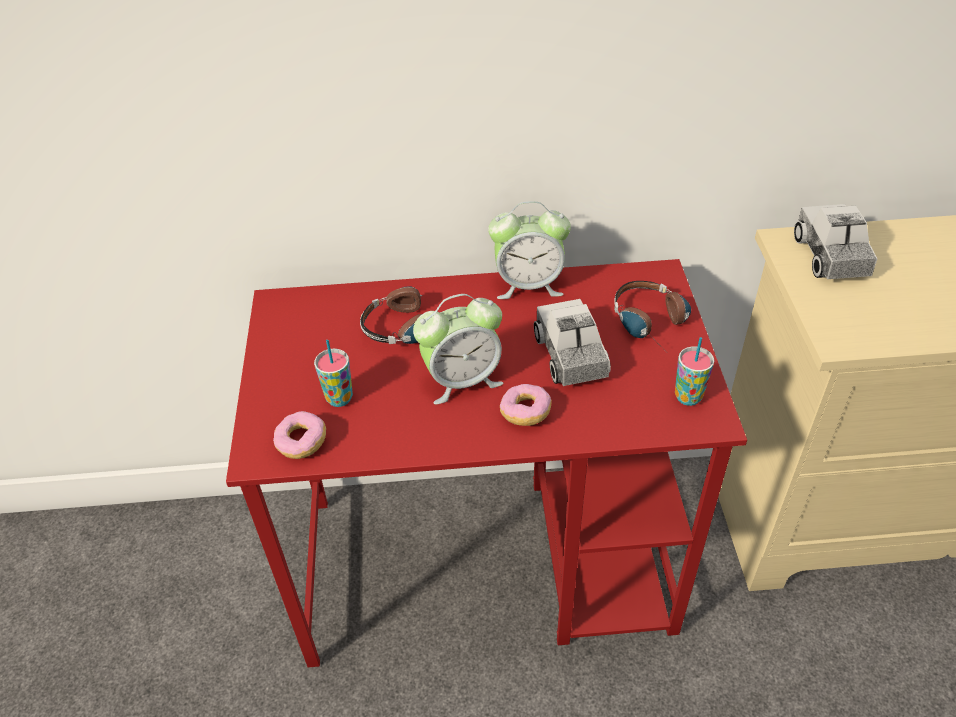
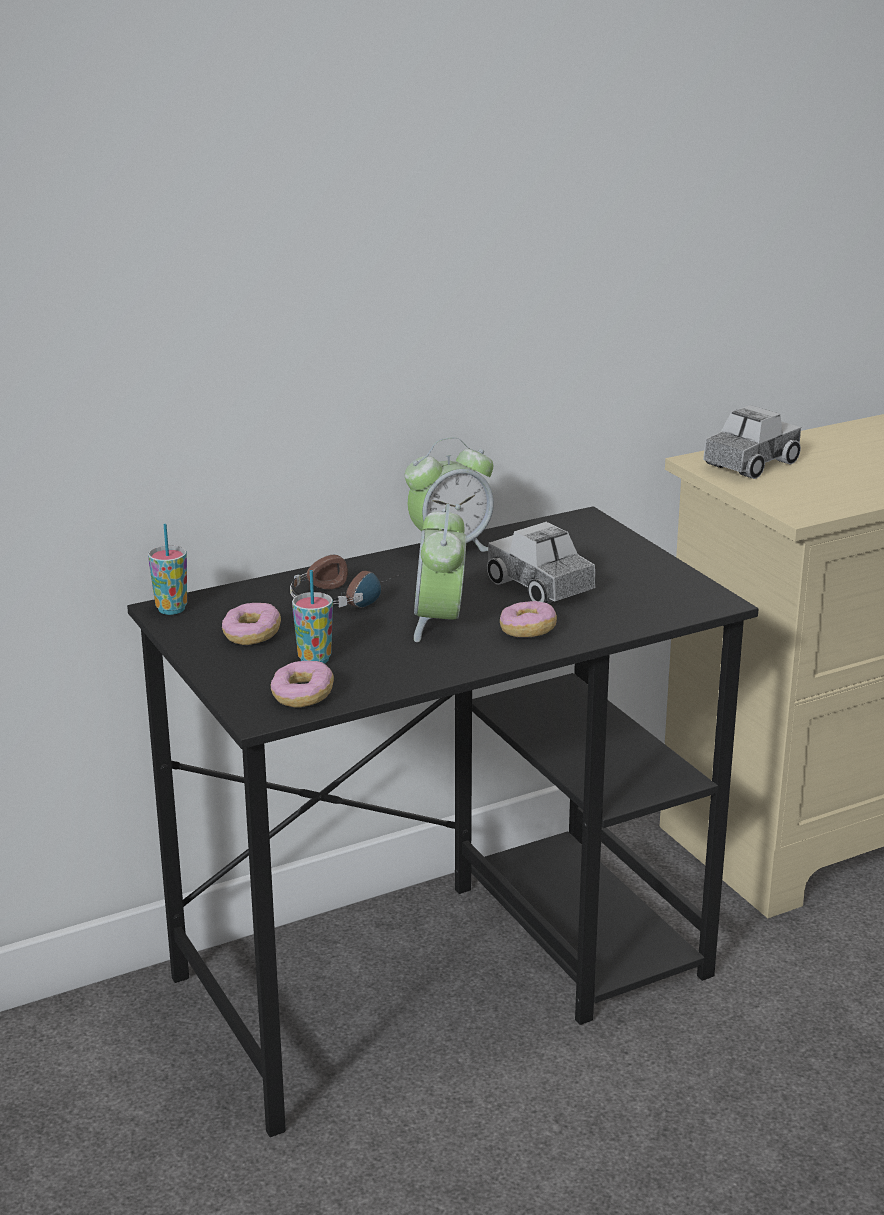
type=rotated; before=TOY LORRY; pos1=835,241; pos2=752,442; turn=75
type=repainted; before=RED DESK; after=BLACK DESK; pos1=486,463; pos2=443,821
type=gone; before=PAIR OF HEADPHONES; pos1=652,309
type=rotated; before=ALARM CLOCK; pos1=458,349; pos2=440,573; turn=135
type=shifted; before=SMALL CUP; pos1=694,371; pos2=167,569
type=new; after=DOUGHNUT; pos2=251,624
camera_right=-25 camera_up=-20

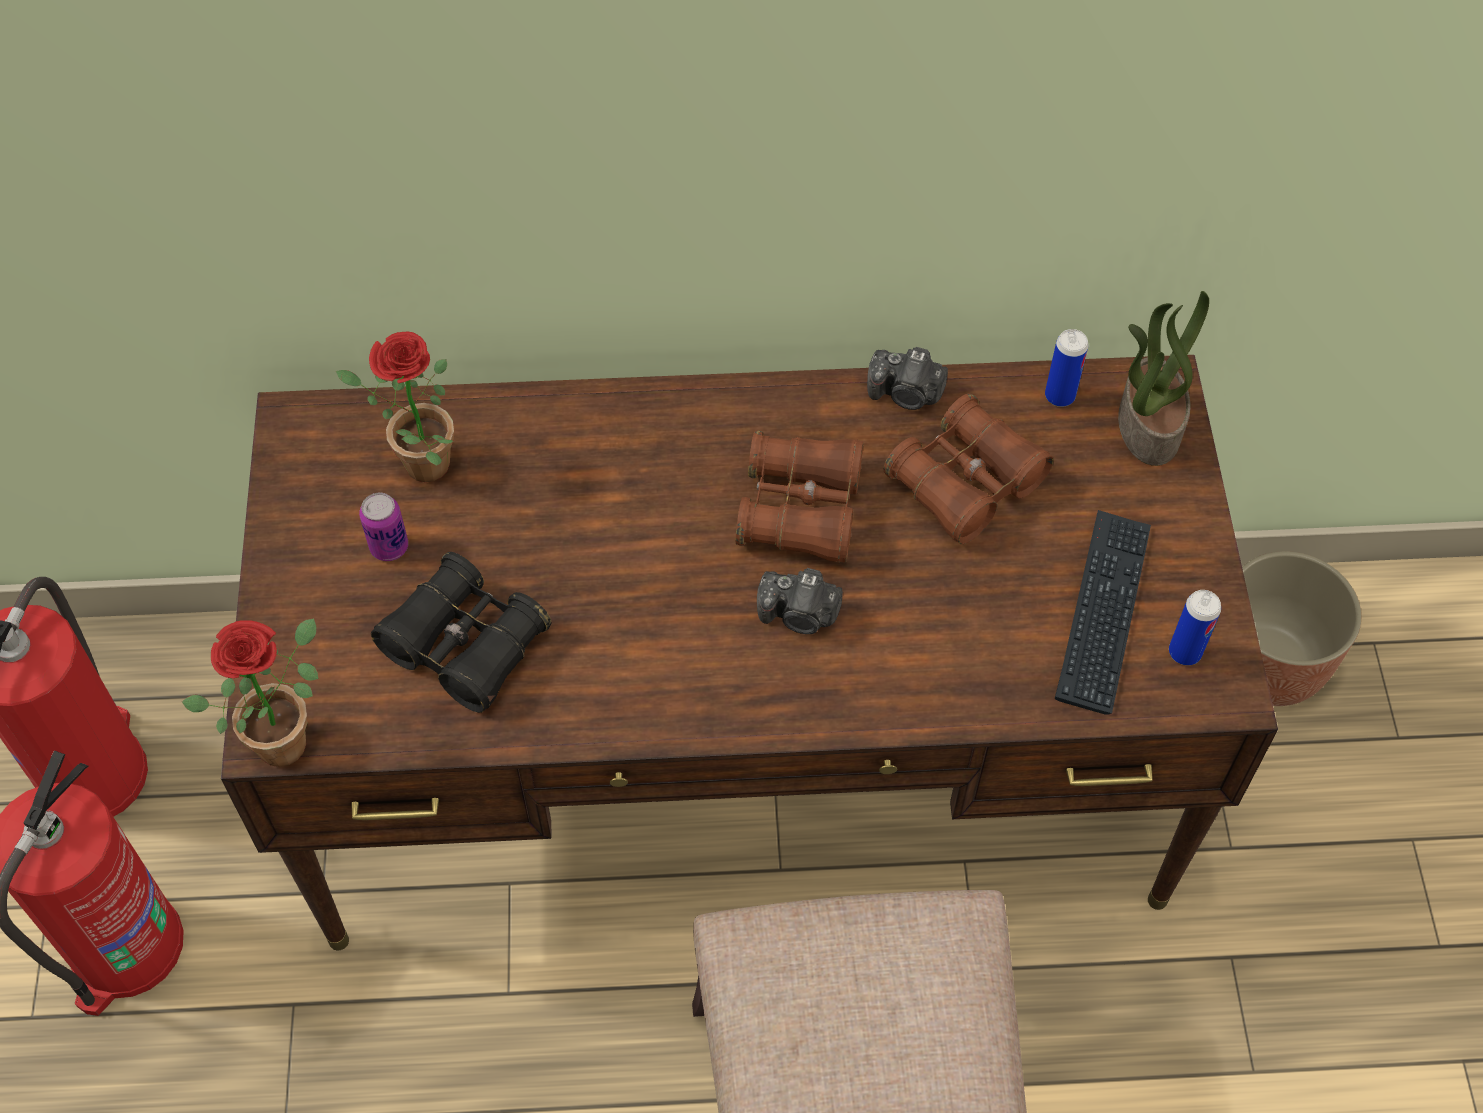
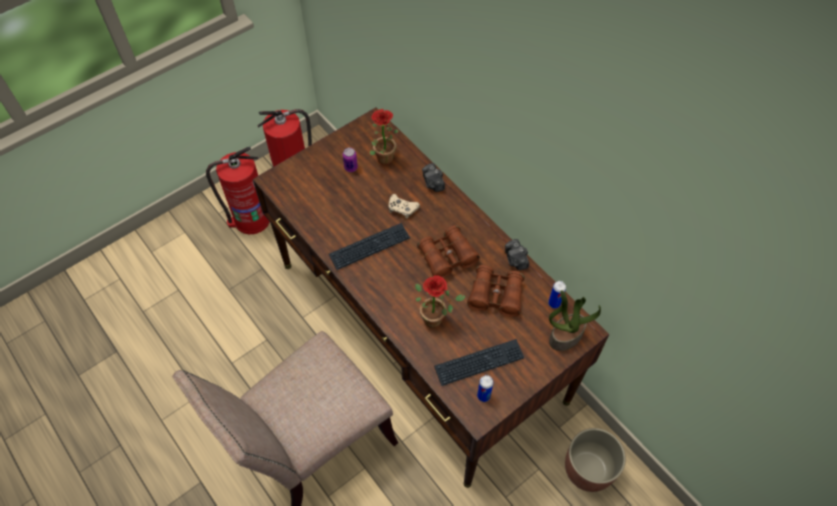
type=gone; before=BLACK FIELD GLASSES; pos1=461,632
type=shifted; before=STILL CAMERA; pos1=800,601; pos2=433,177
type=shifted; before=PLANT IN A POT; pos1=250,692; pos2=440,301
type=new; after=BEIGE-COLOURED JOYPAD; pos2=404,206
type=new; after=PC KEYBOARD; pos2=369,246
camera_right=55 camera_up=0

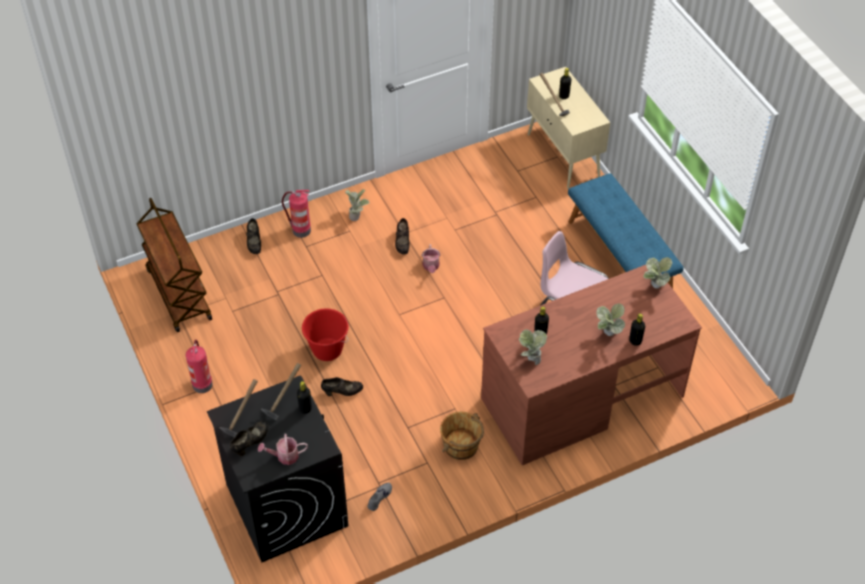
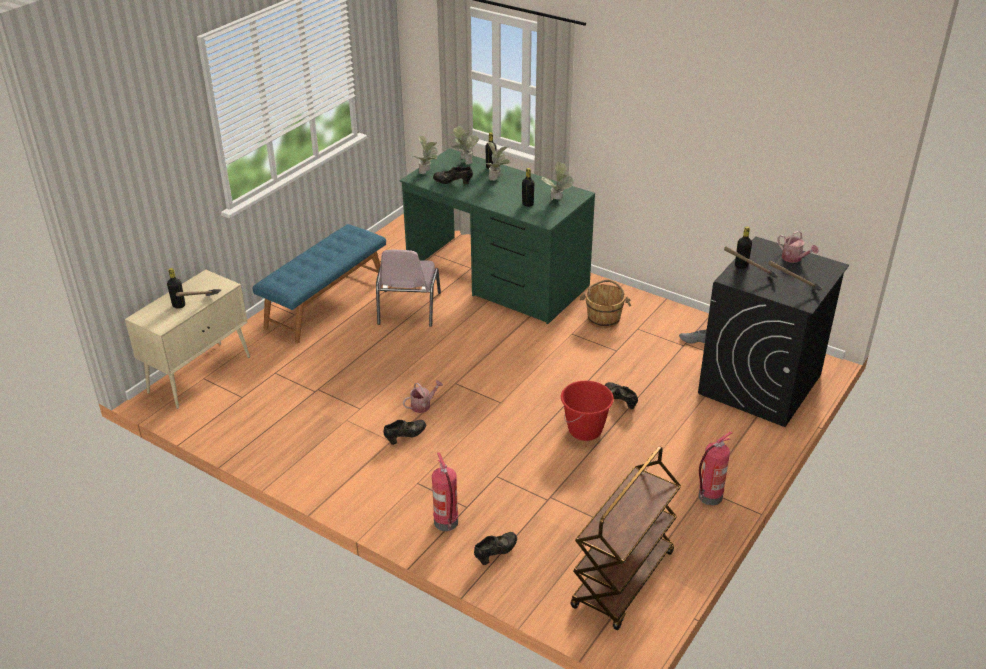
type=shifted; before=PLANT IN A POT; pos1=357,205; pos2=465,145
type=repainted; before=BROWN-COLOURED DESK; after=GREEN DESK; pos1=591,365; pos2=497,236
type=shifted; before=BLACK LOW SHOE; pos1=249,438; pos2=453,175
camera_right=-120 camera_up=-15

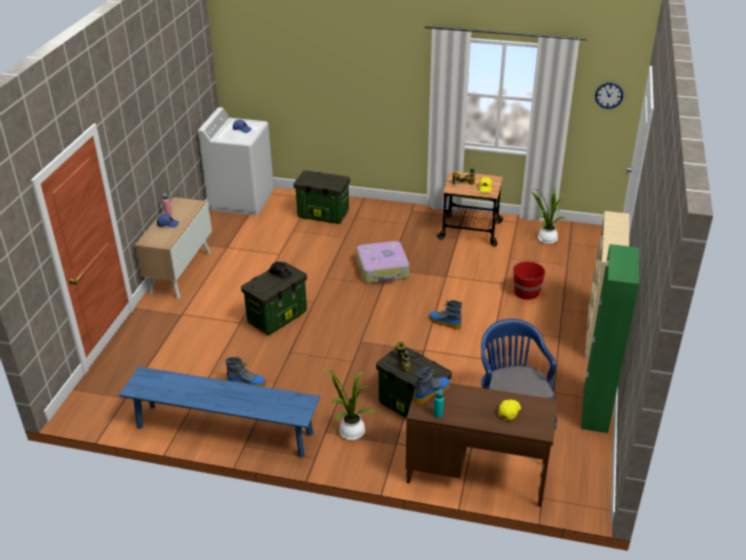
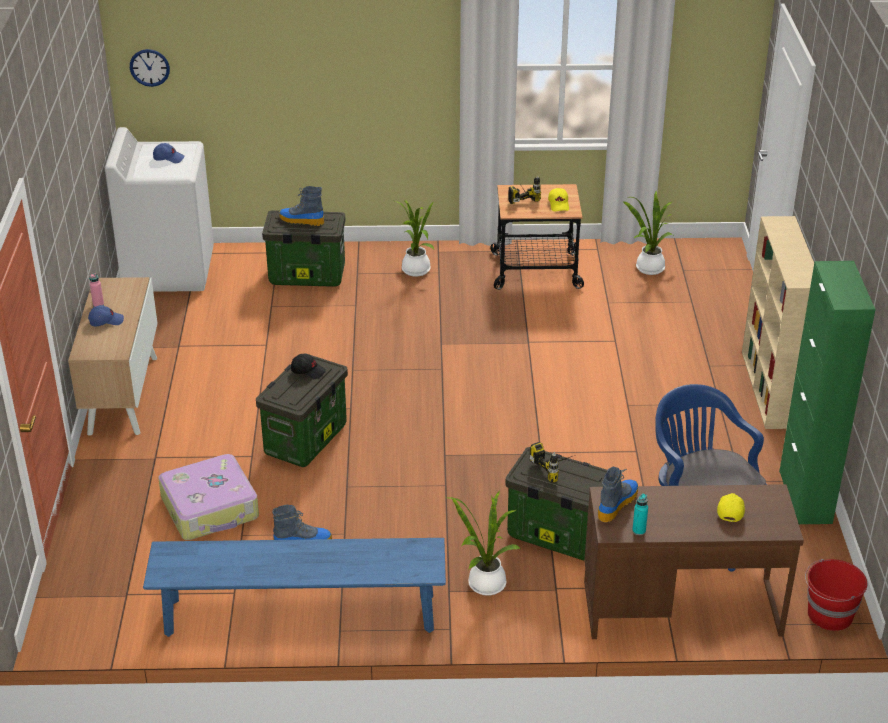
type=shifted; before=WALL CLOCK; pos1=609,96; pos2=150,68
type=shifted; before=TRAVEL CASE; pos1=382,262; pos2=208,497
type=shifted; before=RED PAIL; pos1=528,280; pos2=836,595
type=shifted; before=BOOT; pos1=445,314; pos2=302,206
type=new; after=PLANT IN A POT; pos2=414,238
camera_right=-15 camera_up=0

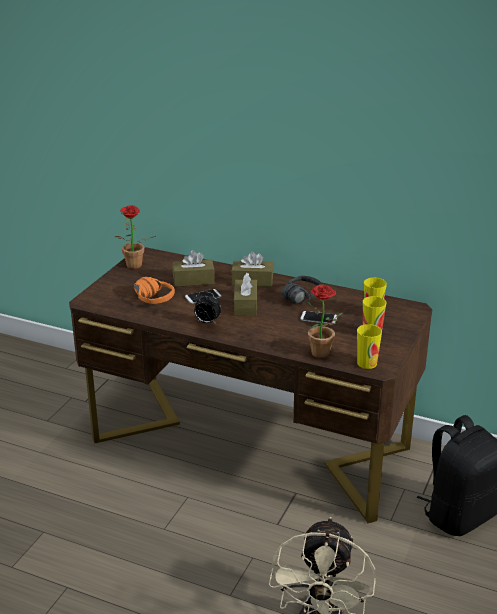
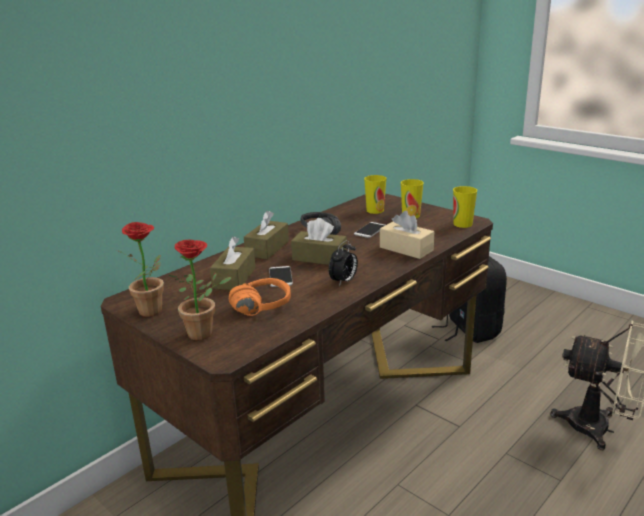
type=shifted; before=PLANT IN A POT; pos1=325,321; pos2=200,290
type=new; after=BEIGE-COLOURED BOX OF TISSUES; pos2=407,235
camera_right=-70 camera_up=-5

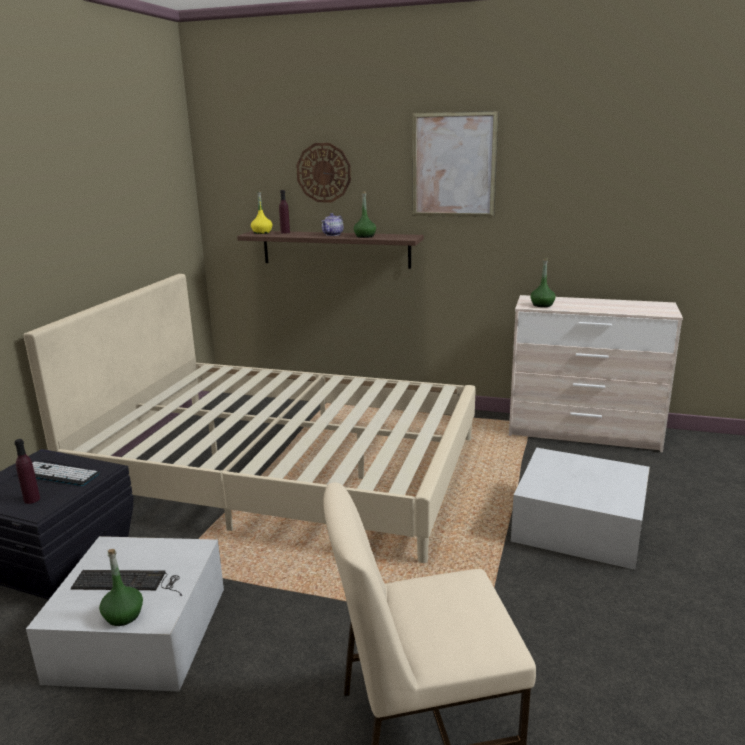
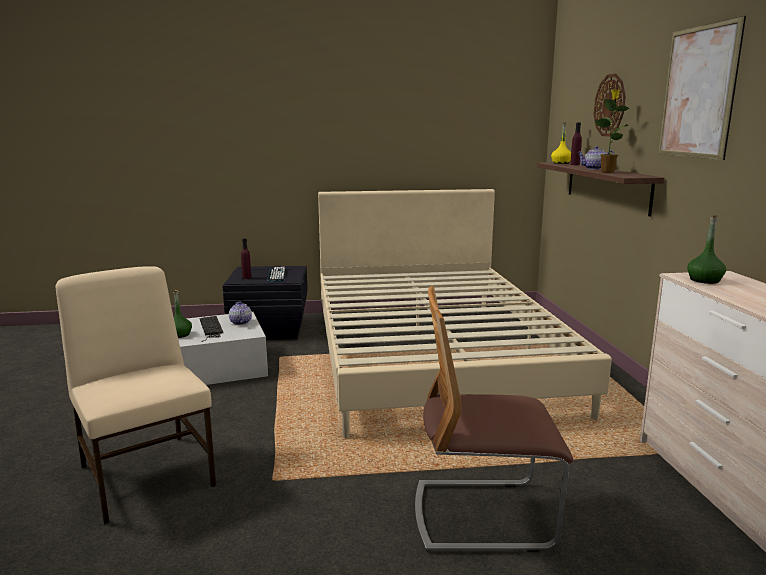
type=swapped; before=GREEN BEVERAGE BOTTLE; after=PLANT IN A POT; pos1=364,215; pos2=612,131
type=swapped; before=WHITE-COLOURED STORAGE BOX; after=PLAIN CHAIR; pos1=580,509; pos2=494,419
type=new; after=POT FOR TEA; pos2=240,313
camera_right=65 camera_up=-5

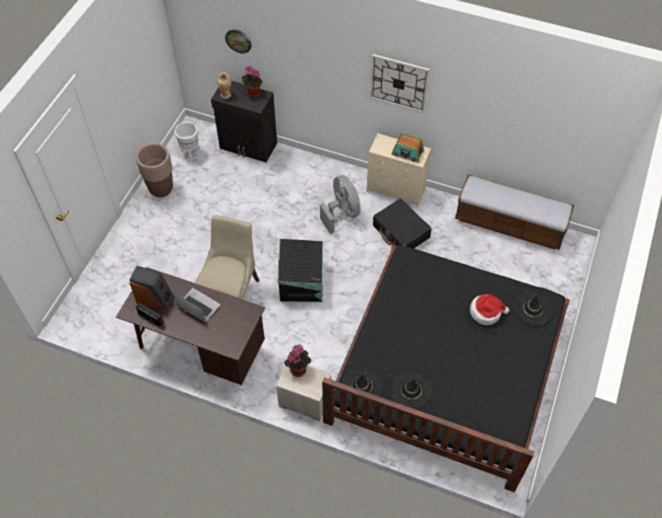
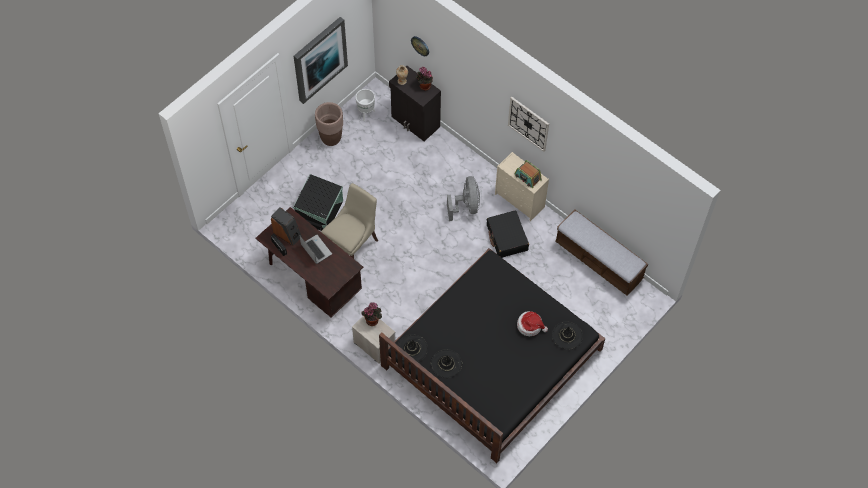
type=shifted; before=BLACK STORAGE BOX; pos1=300,270; pos2=318,202
type=new; after=PICTURE; pos2=321,60
camera_right=20 camera_up=5

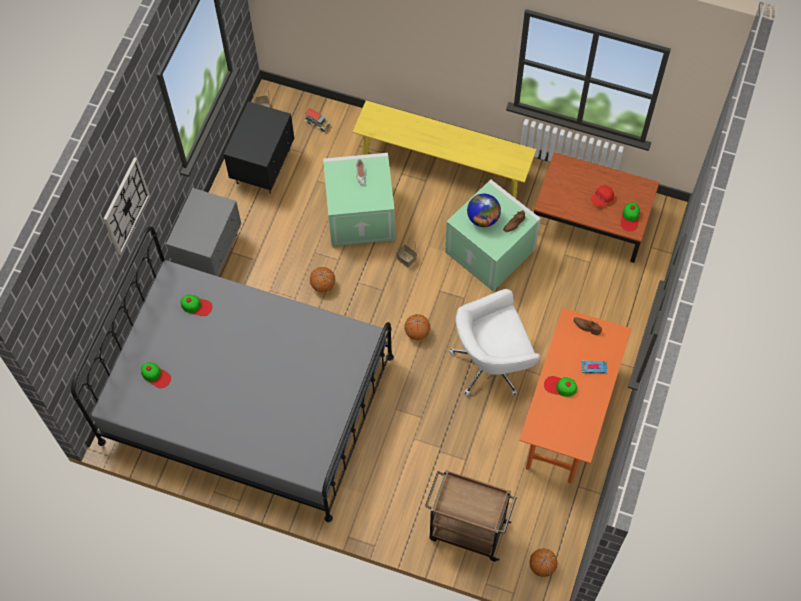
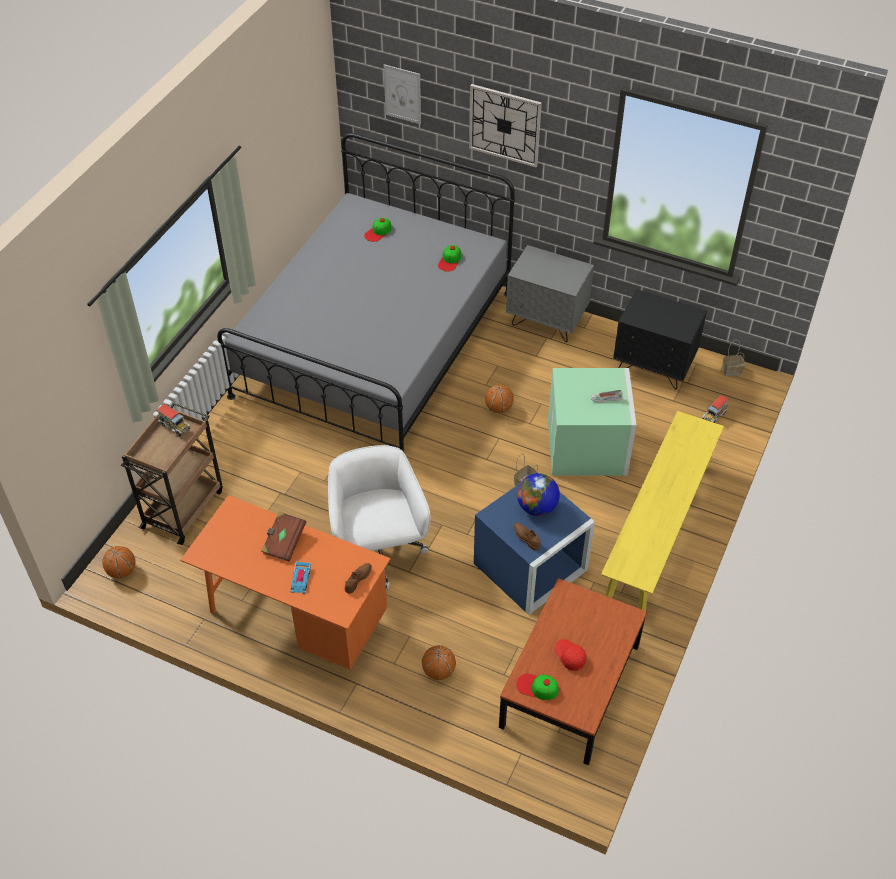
type=repainted; before=GREEN STORAGE BOX; after=BLUE-COLOURED STORAGE BOX; pos1=493,235; pos2=534,543
type=shifted; before=BASKETBALL; pos1=417,327; pos2=439,662
type=swapped; before=CAP; after=BROWN-COLOURED BOOK; pos1=560,386; pos2=283,536
type=new; after=PICTURE; pos2=402,94
type=new; after=TOY LORRY; pos2=174,420
camera_right=95 camera_up=-15

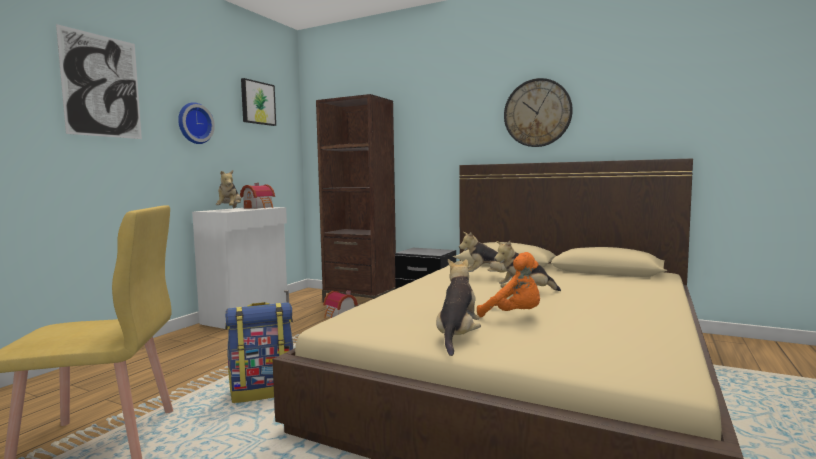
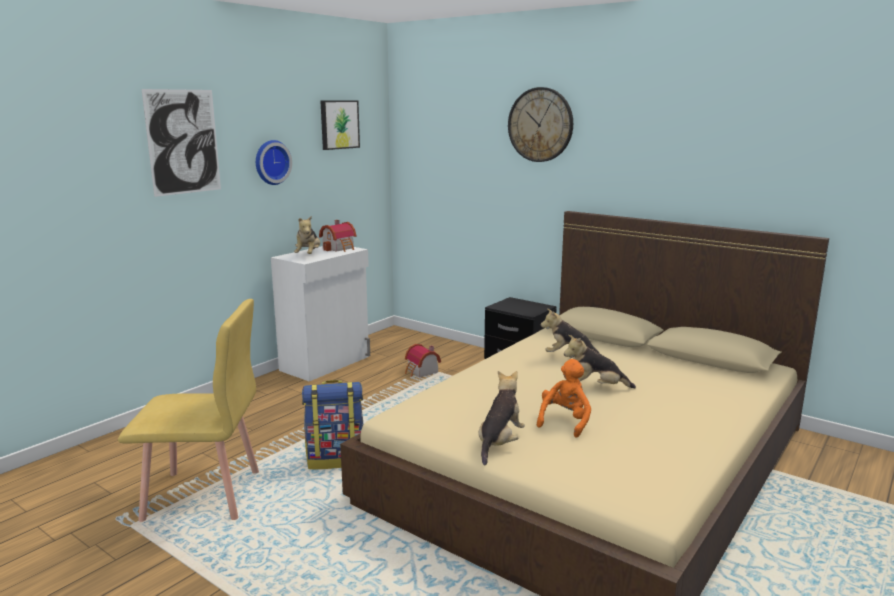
type=shifted; before=WALL CLOCK; pos1=538,112; pos2=540,124
type=gone; before=BROWN-COLOURED BOOKSHELF; pos1=356,200
type=rotated; before=ORANGEY CUDDLY TOY; pos1=508,284; pos2=564,398; turn=-105
camera_right=10 camera_up=10

